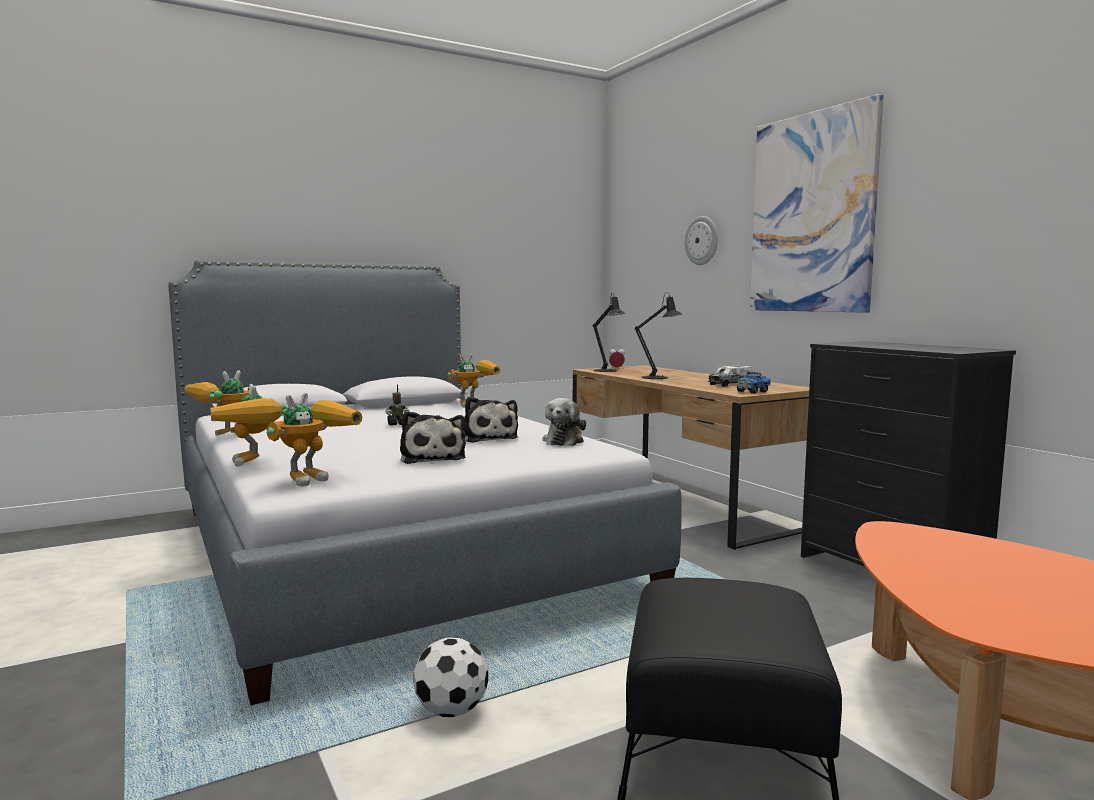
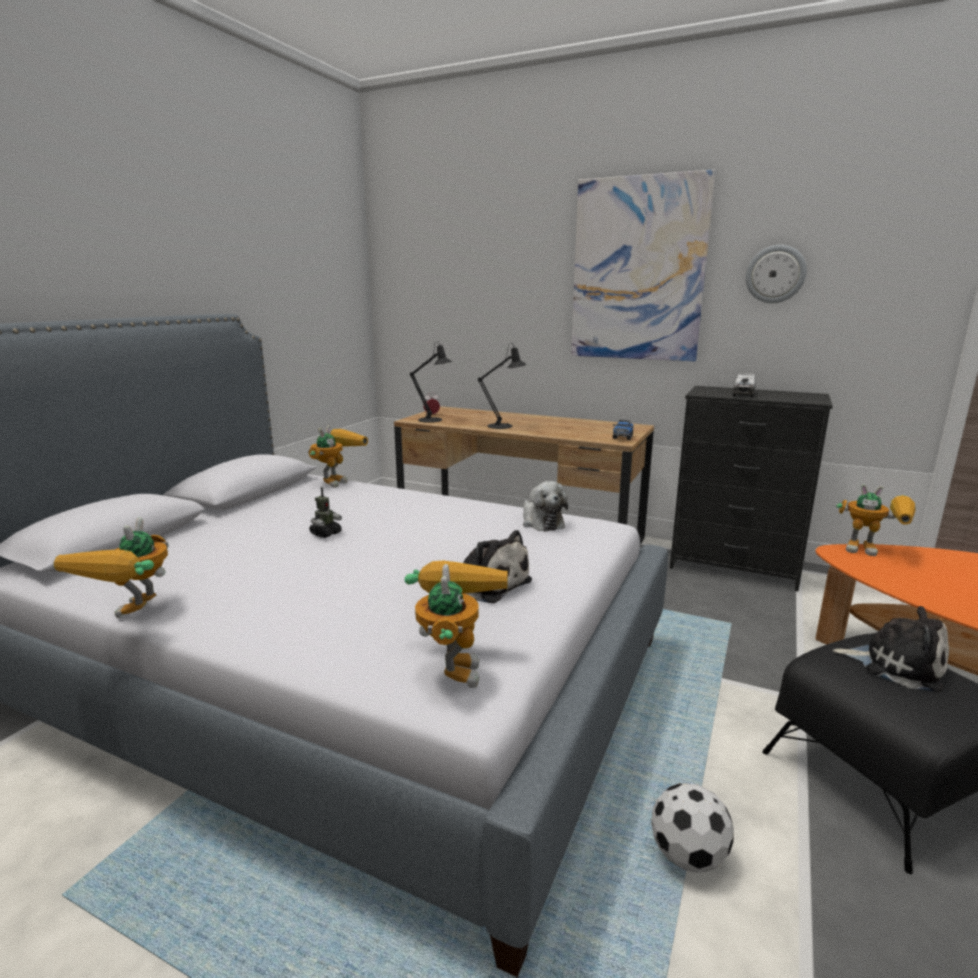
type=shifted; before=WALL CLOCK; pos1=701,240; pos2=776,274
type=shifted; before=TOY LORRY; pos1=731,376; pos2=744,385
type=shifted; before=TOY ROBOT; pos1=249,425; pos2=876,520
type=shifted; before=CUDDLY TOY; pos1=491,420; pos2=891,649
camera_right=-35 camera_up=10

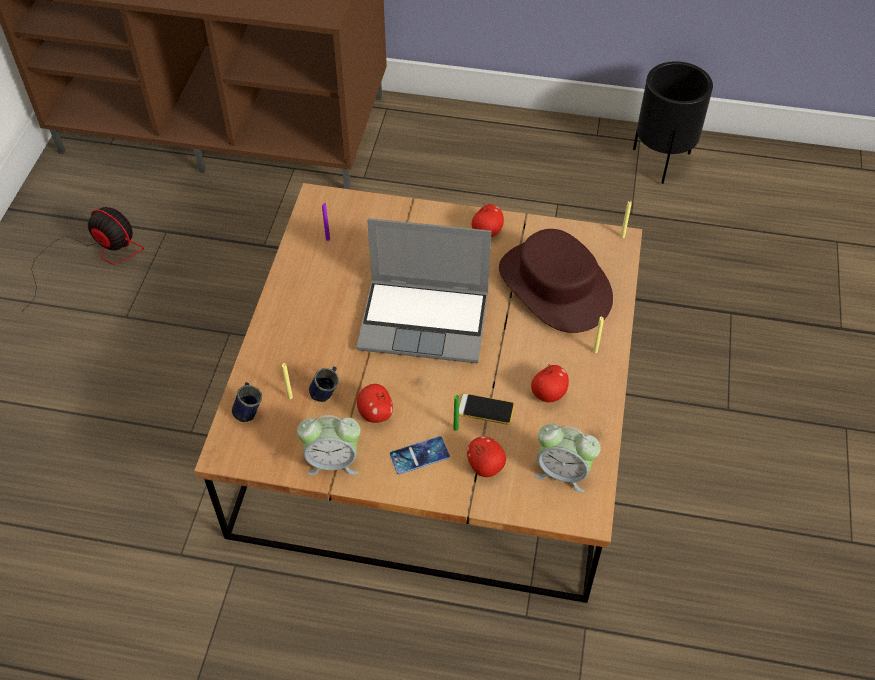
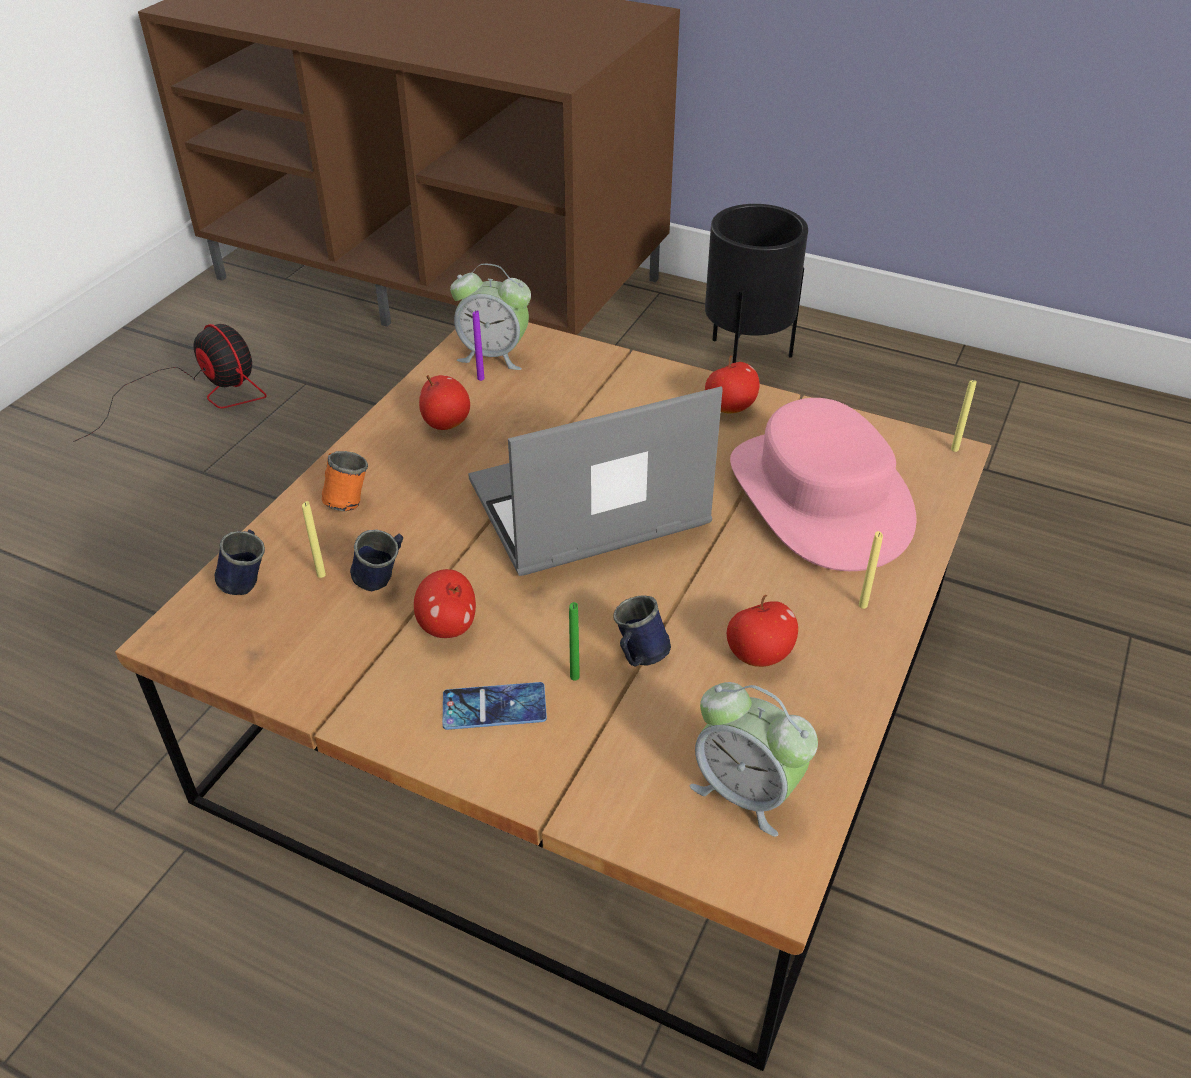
type=shifted; before=BLACK FLOWER POT; pos1=673,122; pos2=756,283
type=rotated; before=LAPTOP; pos1=424,290; pos2=595,481; turn=135
type=repainted; before=BROWN-COLOURED CLOTHING HAT; after=PINK-COLOURED CLOTHING HAT; pos1=556,281; pos2=823,484
type=swapped; before=TELEPHONE; after=BLUE-COLOURED COFFEE MUG; pos1=487,409; pos2=642,630
type=shifted; before=ALARM CLOCK; pos1=329,445; pos2=490,317
type=shifted; before=APPLE FRUIT; pos1=486,456; pos2=444,402
type=new; after=ORANGEY COFFEE MUG; pos2=345,481
camera_right=15 camera_up=-10

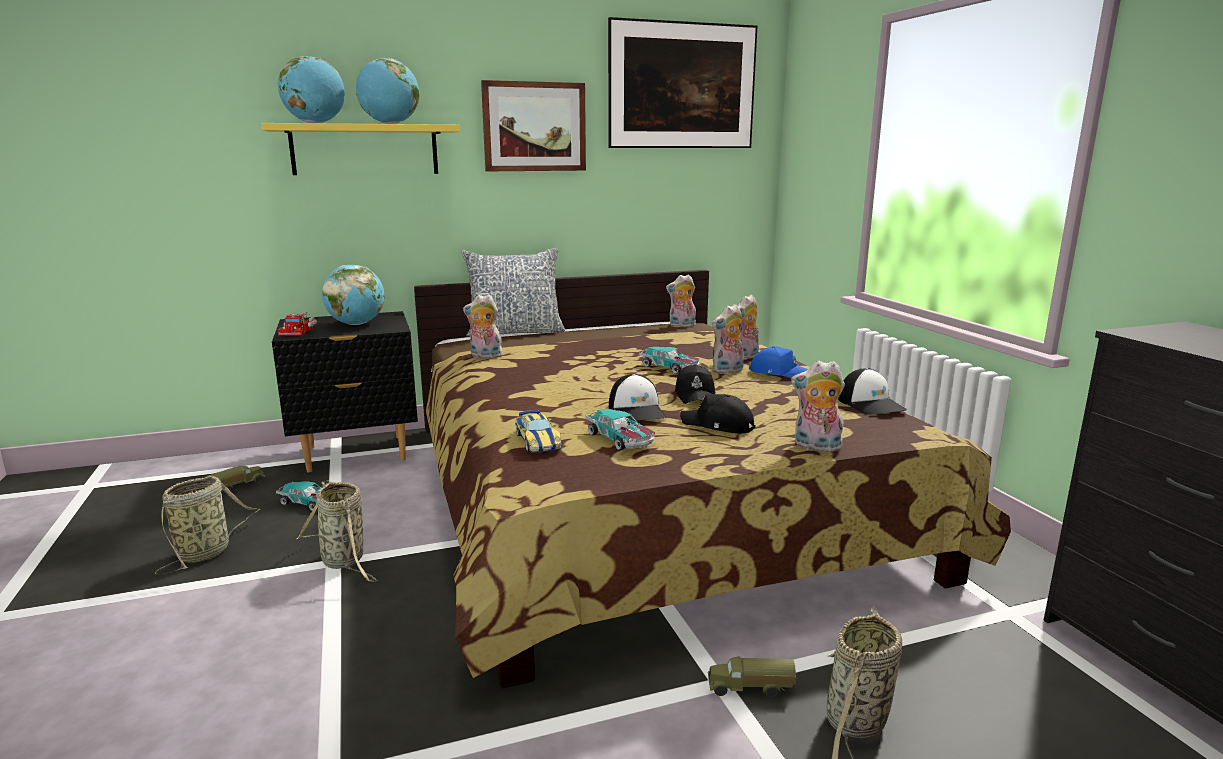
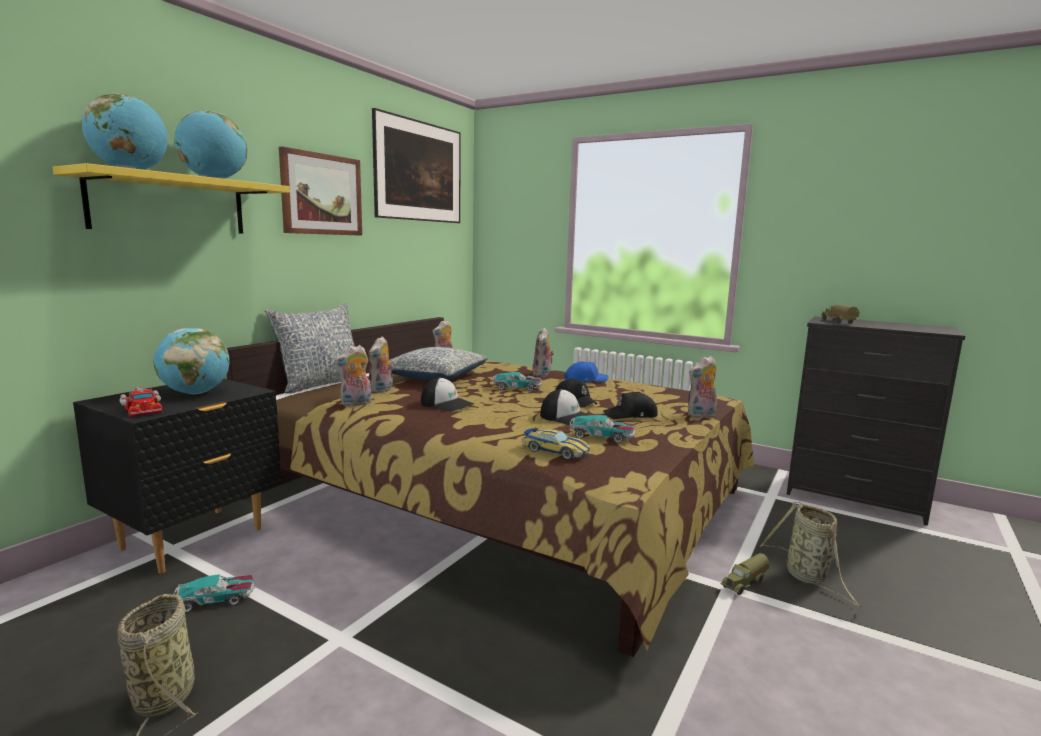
type=shifted; before=CUDDLY TOY; pos1=728,339; pos2=381,365
type=shifted; before=CAP; pos1=872,391; pos2=447,394
type=shifted; before=TOY LORRY; pos1=235,479; pos2=840,314
type=gone; before=BASKET; pos1=337,531
type=new; after=CUSHION; pos2=438,364
camera_right=-40 camera_up=-5

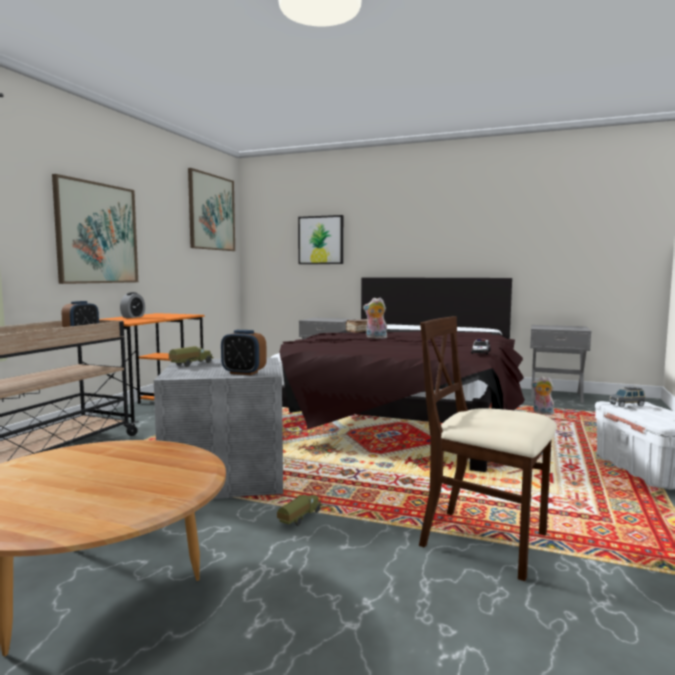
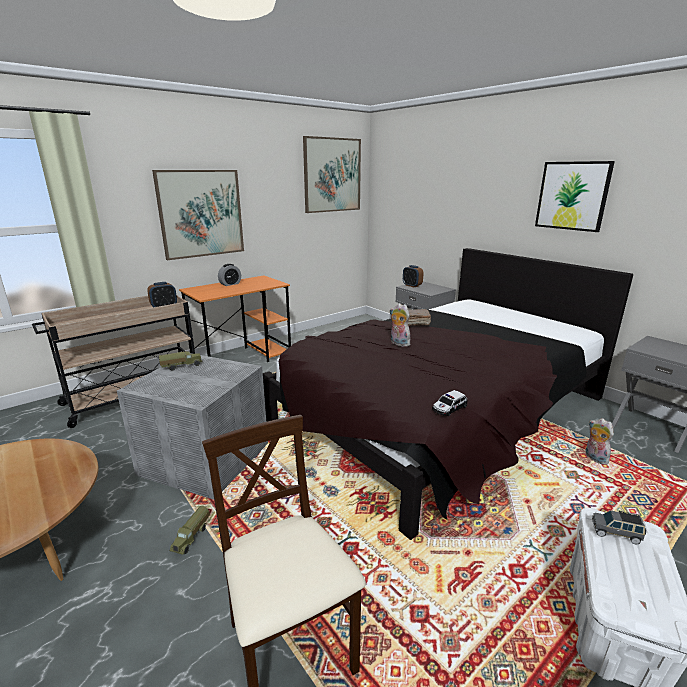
type=shifted; before=PICTURE; pos1=320,239; pos2=575,196
type=shifted; before=ALARM CLOCK; pos1=244,352; pos2=413,276
type=rotated; before=TOY LORRY; pos1=300,510; pos2=189,530; turn=135
camera_right=30 camera_up=15

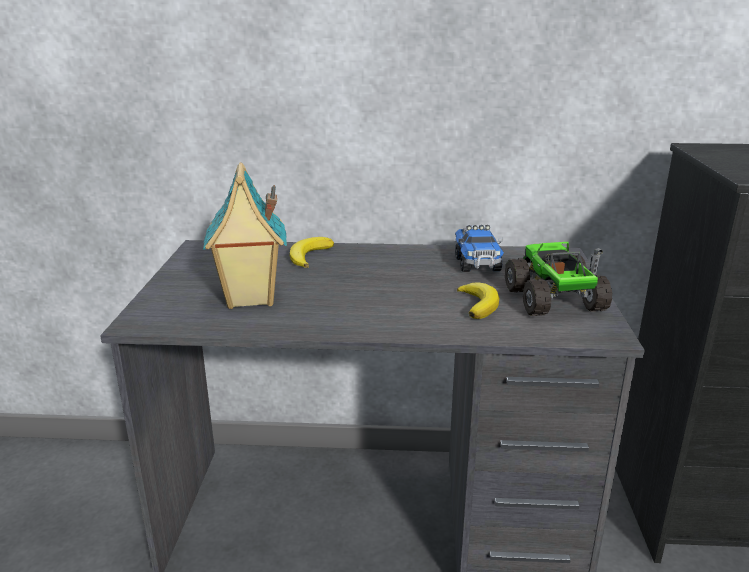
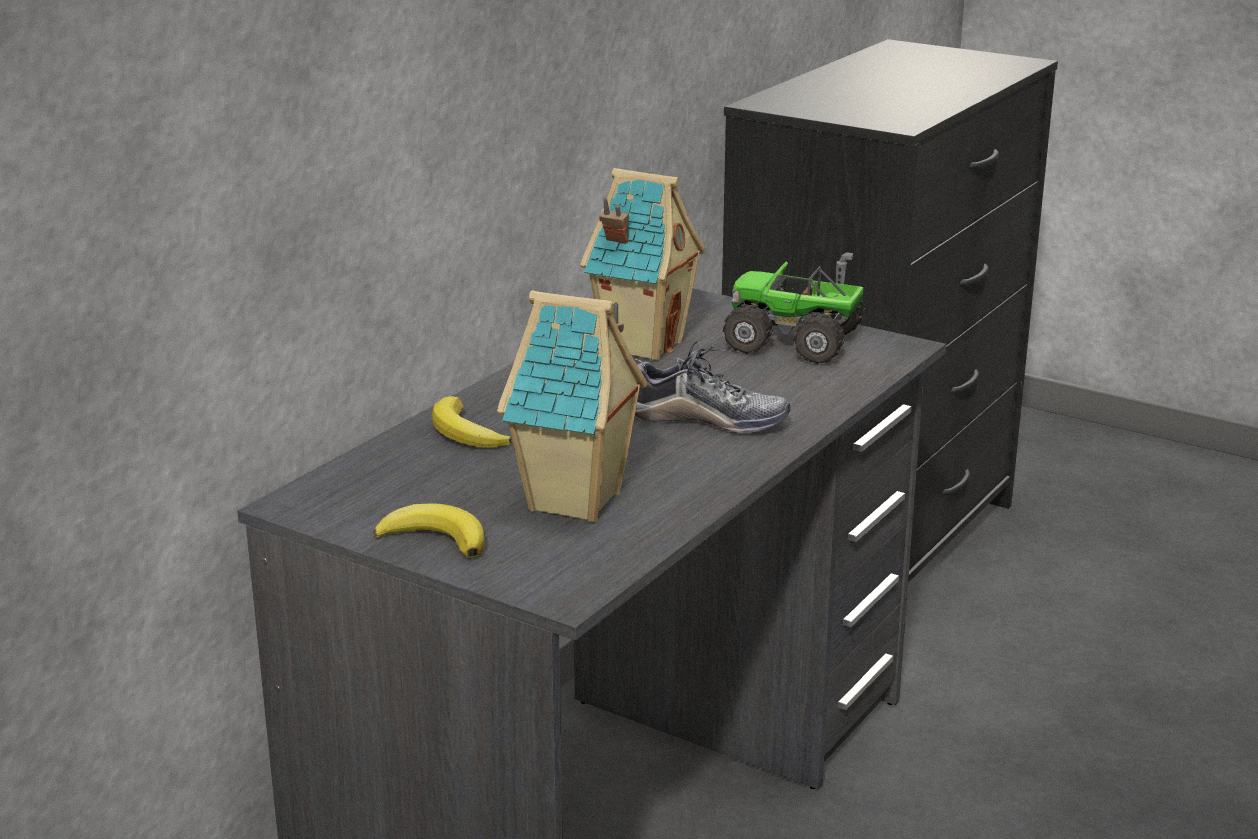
type=swapped; before=TOY LORRY; after=TOY HOUSE; pos1=479,248; pos2=643,264
type=shifted; before=BANANA FRUIT; pos1=478,300; pos2=429,530
type=new; after=LOW SHOE; pos2=713,387
camera_right=-60 camera_up=0

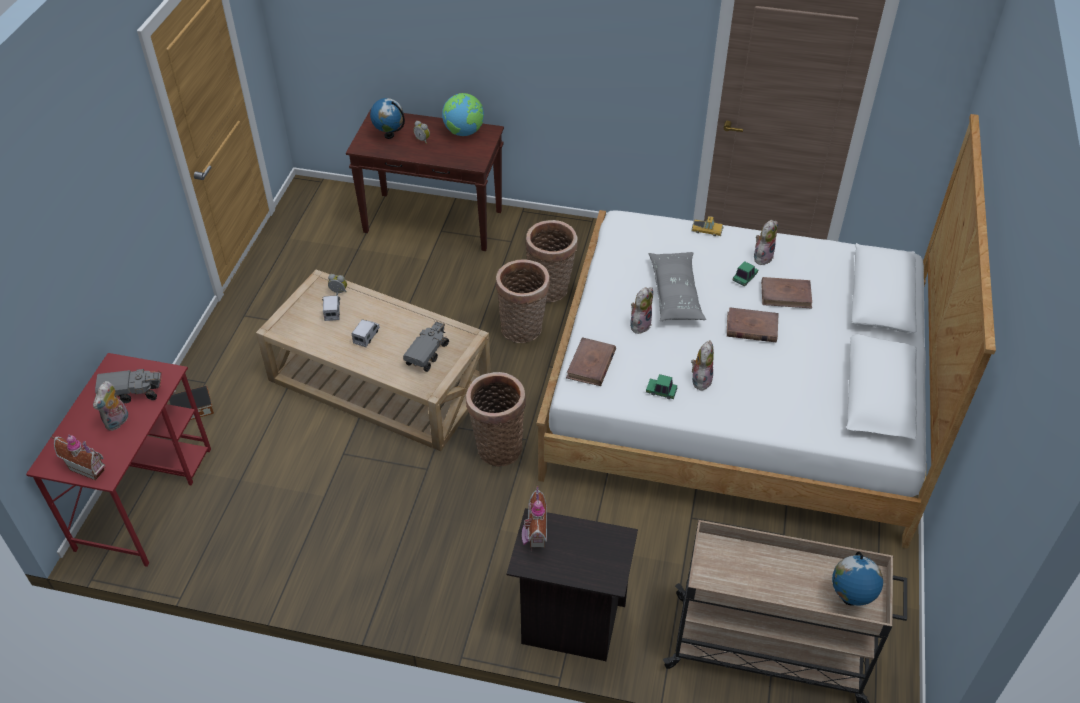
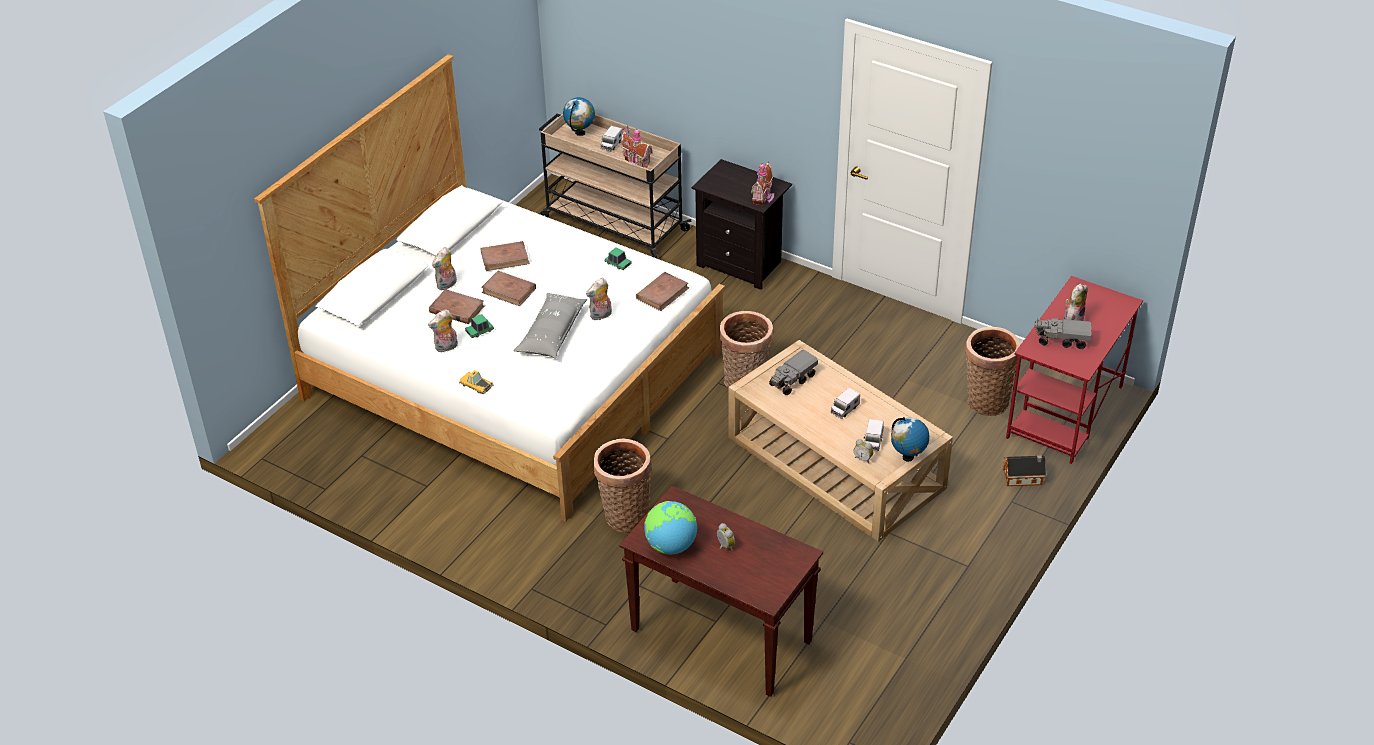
type=shifted; before=GLOBE; pos1=387,118; pos2=910,439
type=shifted; before=BASKET; pos1=522,301; pos2=992,371
type=shifted; before=CUDDLY TOY; pos1=702,365; pos2=444,268
type=shifted; before=TOY HOUSE; pos1=78,458; pos2=637,146
type=new; after=TOY LORRY; pos2=612,138
type=new; after=BROWN-COLOURED BOOK; pos2=505,256
camera_right=-160 camera_up=-5

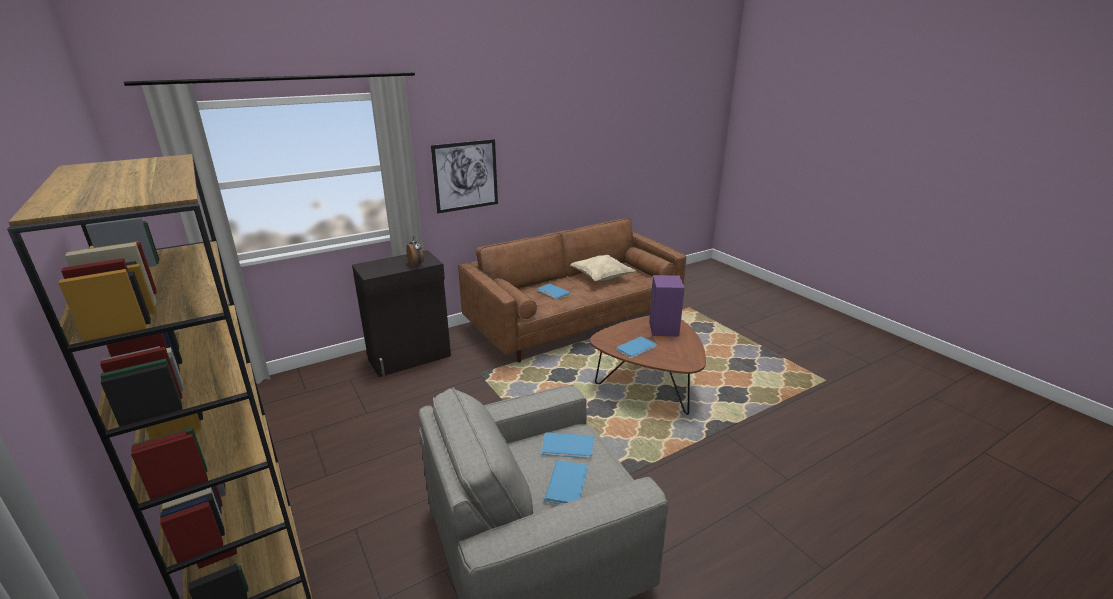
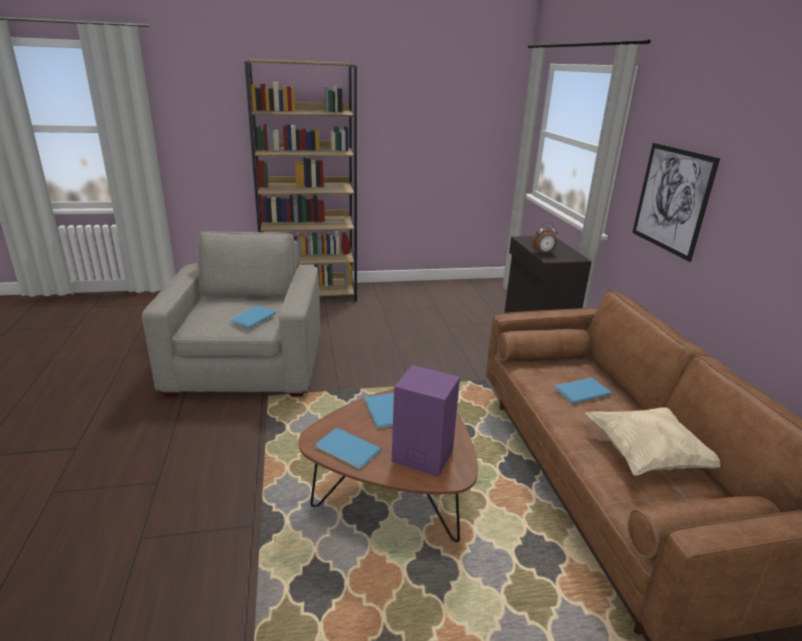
type=shifted; before=BLUE-COLOURED BOOK; pos1=566,482; pos2=348,449
camera_right=110 camera_up=0

